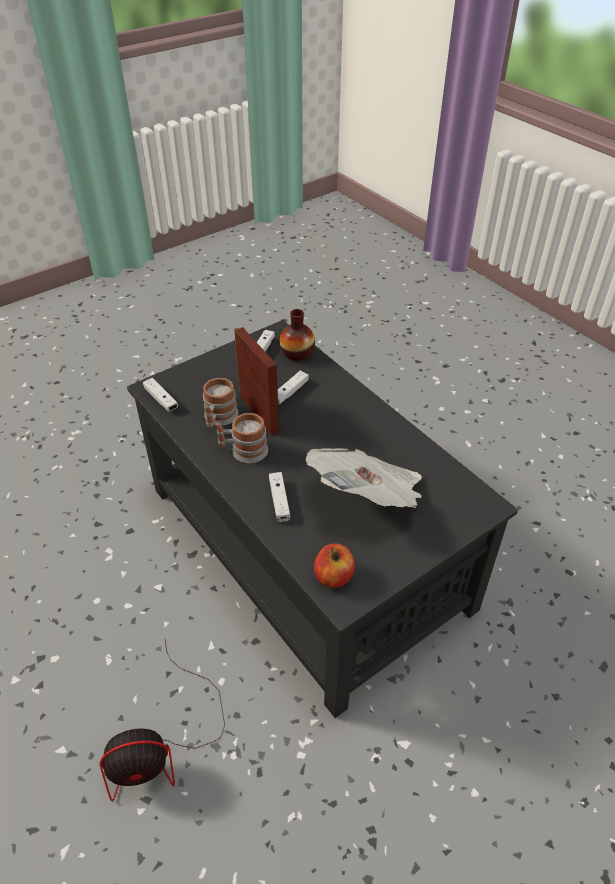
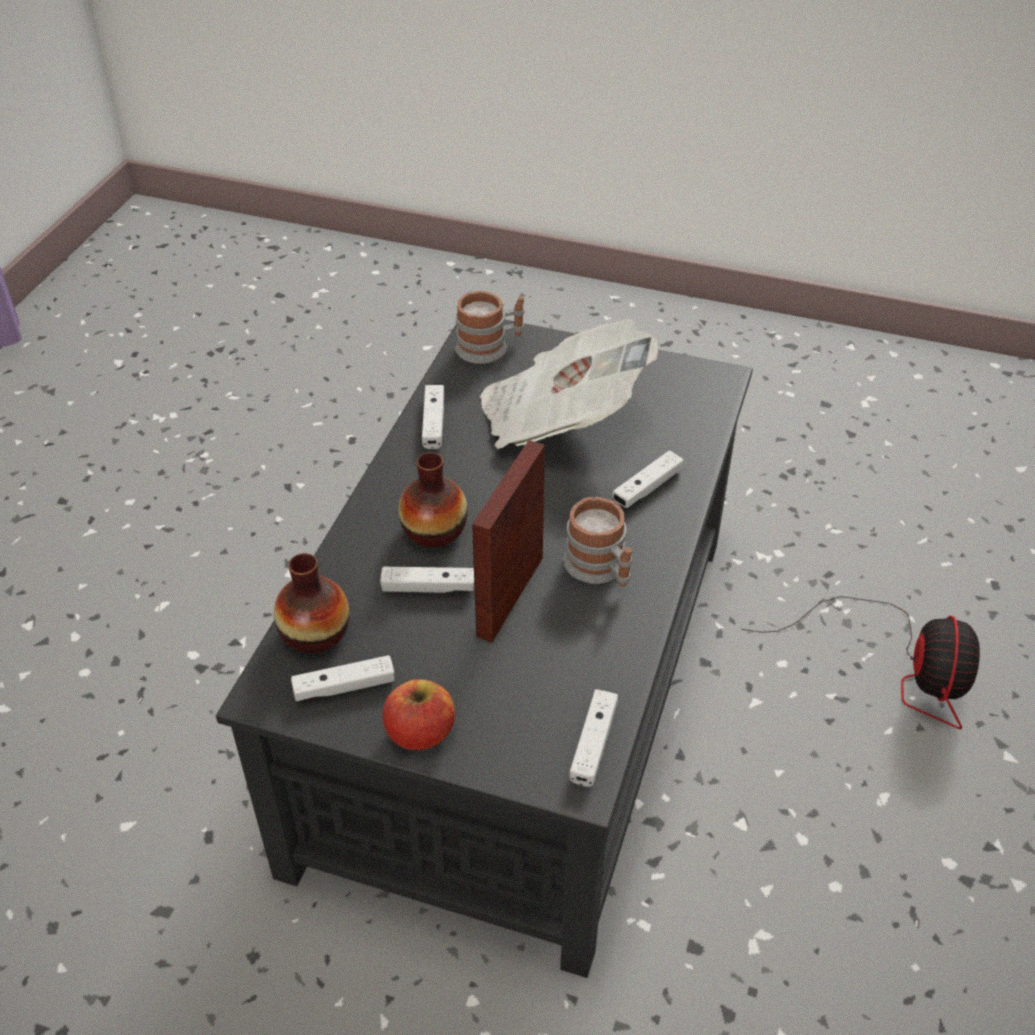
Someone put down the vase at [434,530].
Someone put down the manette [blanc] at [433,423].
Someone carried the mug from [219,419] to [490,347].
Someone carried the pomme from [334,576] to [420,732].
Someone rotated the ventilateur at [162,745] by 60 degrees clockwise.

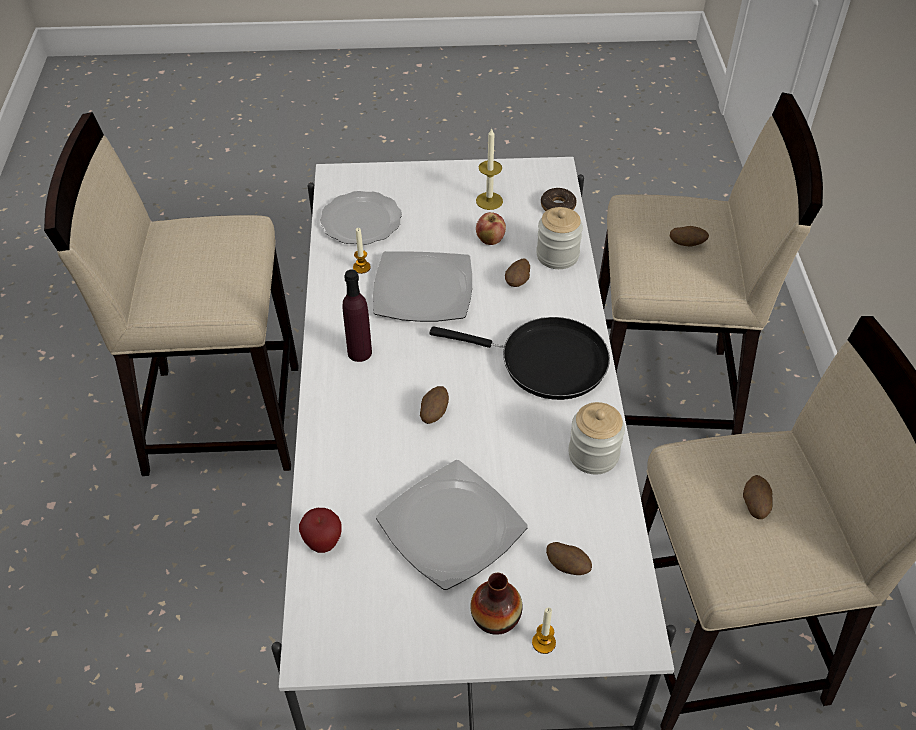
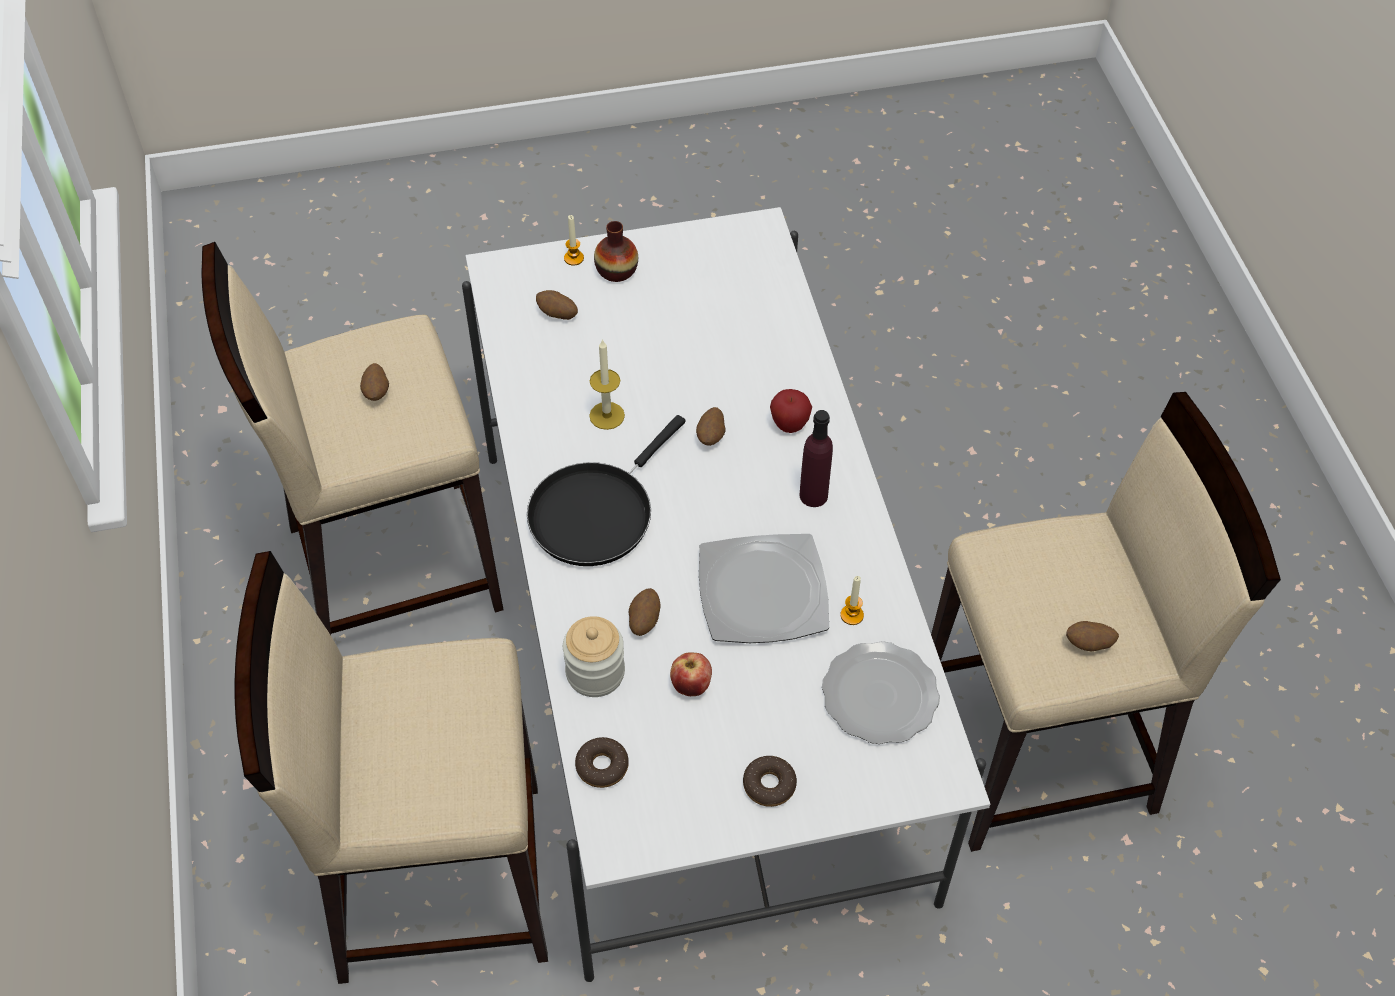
Someone took away the assiette at [450,527].
Someone took away the bocal at [593,454].
Someone put down the beignet at [769,785].
Someone carried the pomme from [323,543] to [789,425].
Someone carried the bougie from [489,201] to [607,415].
Someone carried the pomme de terre from [687,244] to [1088,644].
Someone rotated the poêle [noir] at [545,362] by 60 degrees counterclockwise.

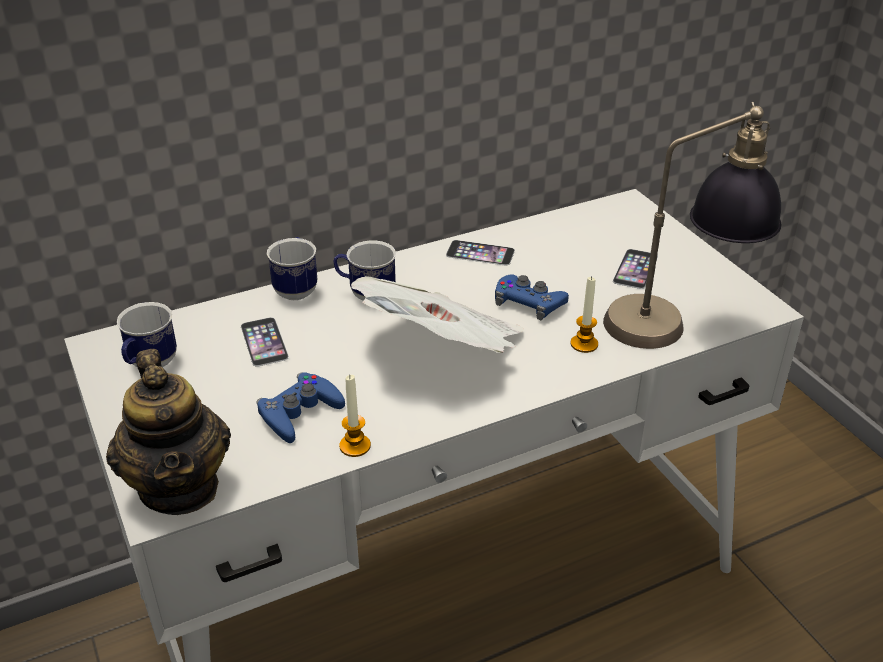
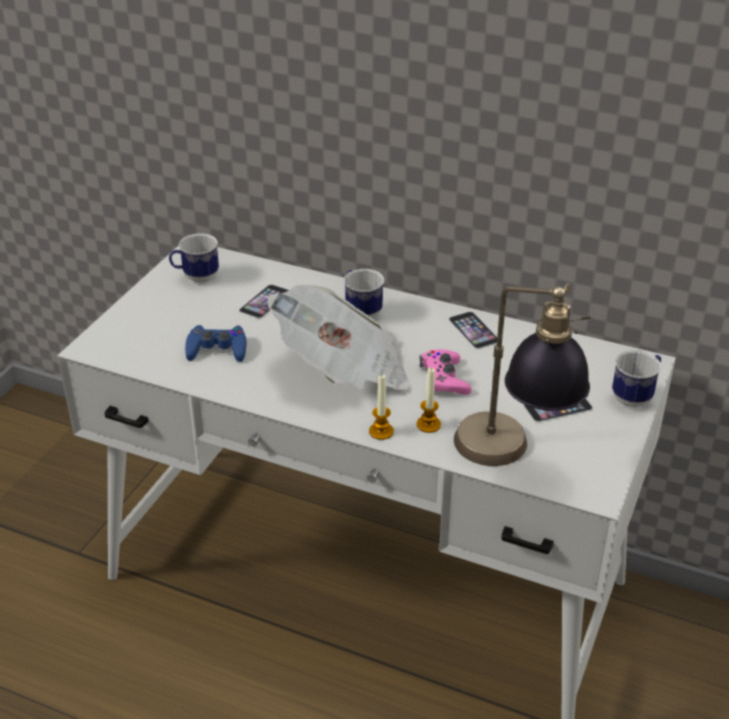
Someone took away the théière at [180,487].
Someone carried the mug from [297,288] to [635,396].
Someone carried the bougie from [355,446] to [381,431].
Someone repainted the manette [bleu] at [529,302], which became the manette [rose] at [444,379].

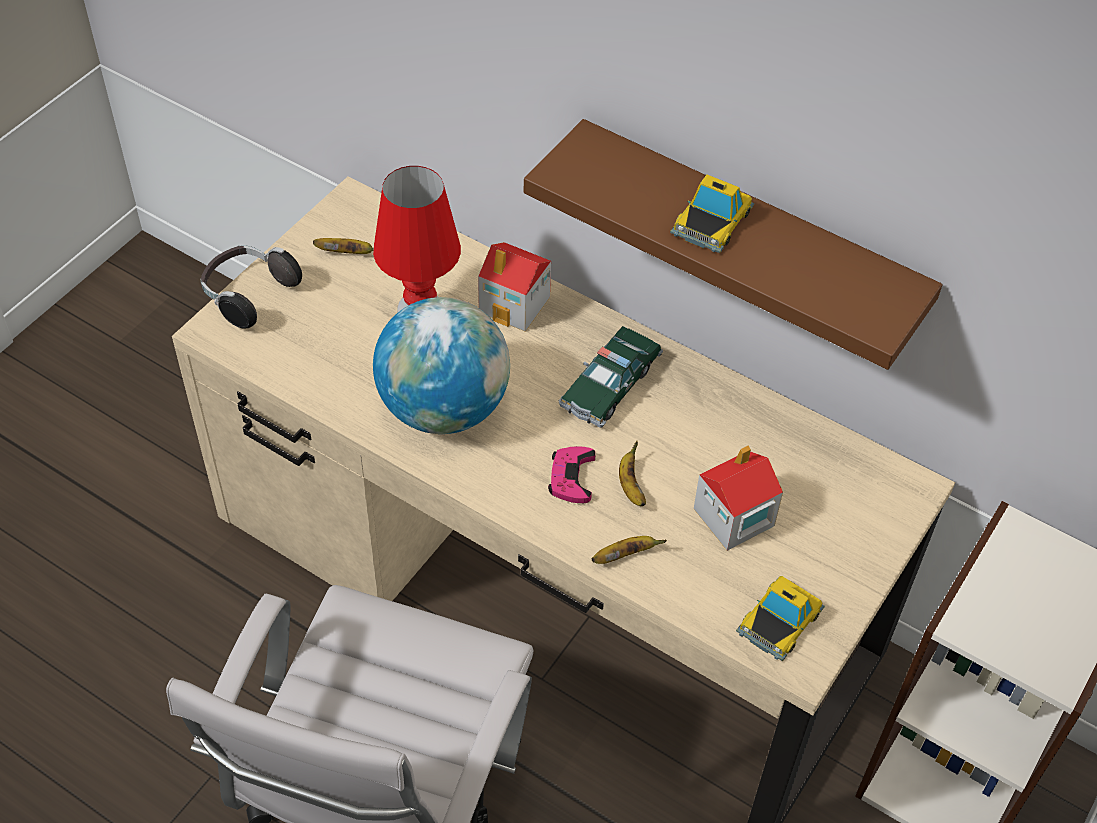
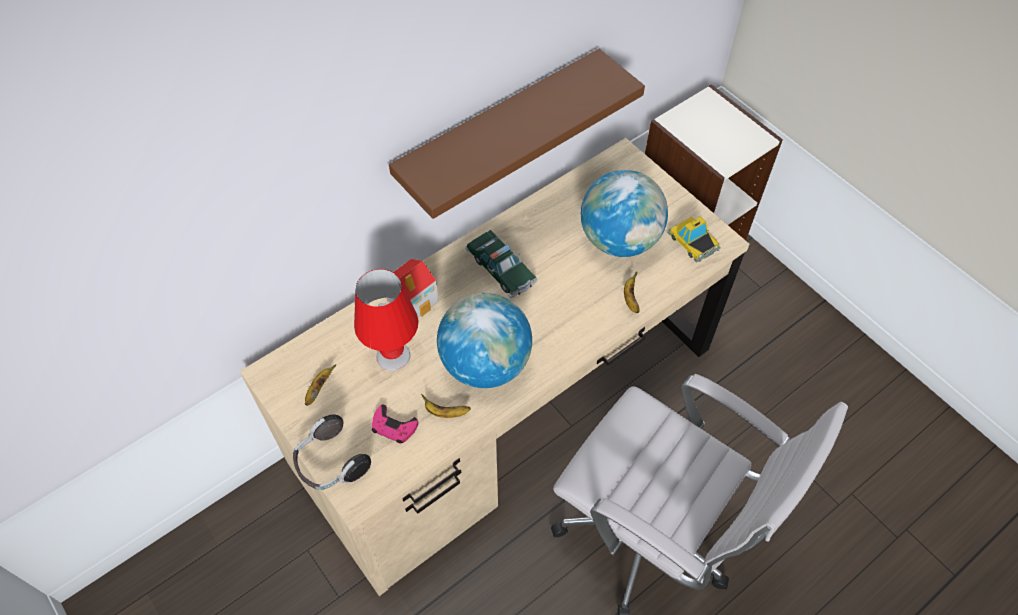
Someone took away the petite voiture at [712,220].
Someone carried the manette [rose] from [571,477] to [393,426].
Someone carried the banane from [630,486] to [445,413].
Someone swapped the maison miniature at [733,517] for the globe at [619,240].

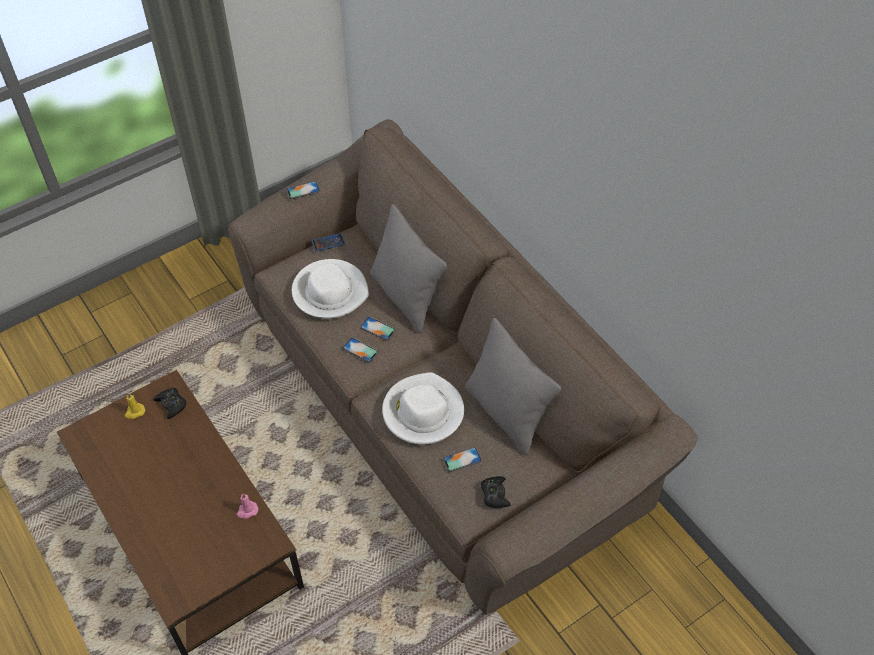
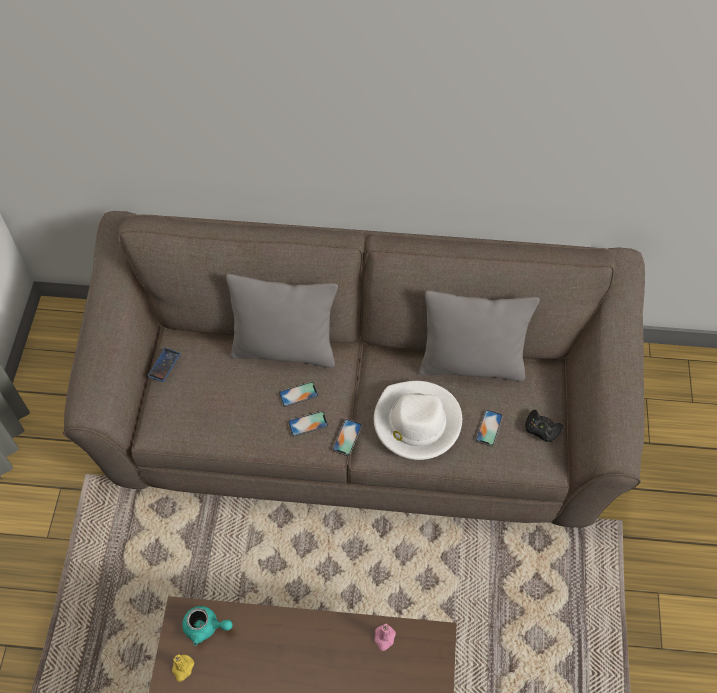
Someone took away the chapeau [blanc] at [330,291].
Someone carried the téléphone from [303,190] to [347,437].
Someone swapped the manette [noir] at [171,404] for the théière [turquoise] at [206,627].

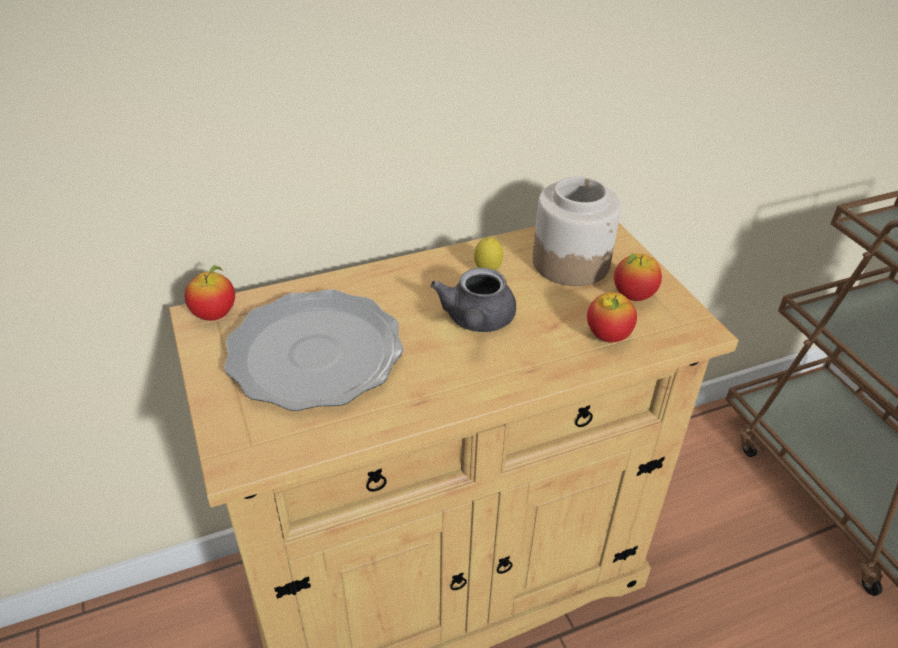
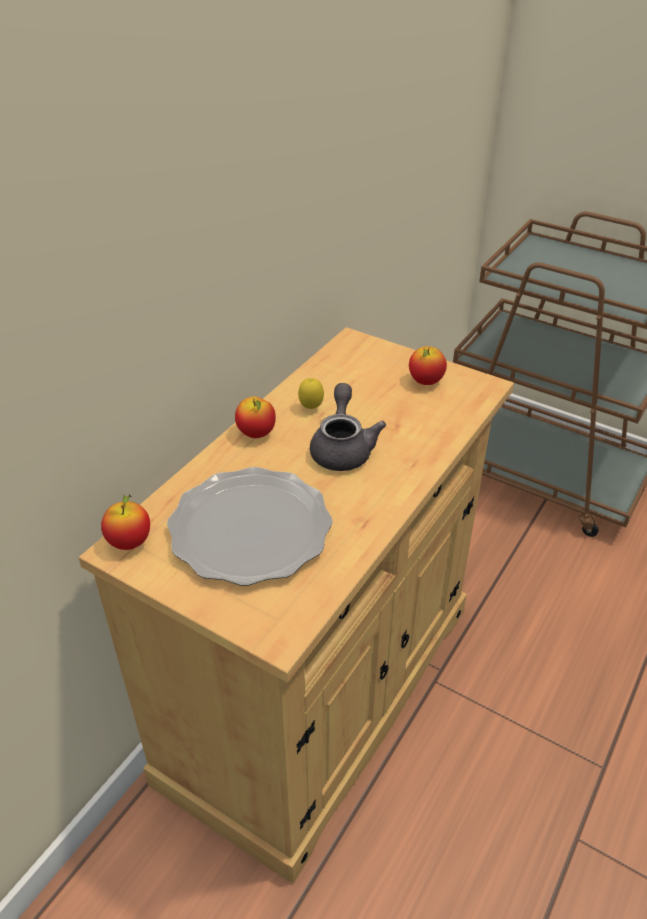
Someone took away the bocal at [571,262].
Someone carried the pomme from [607,336] to [256,434].
Someone rotated the théière [gris] at [477,322] by 150 degrees counterclockwise.

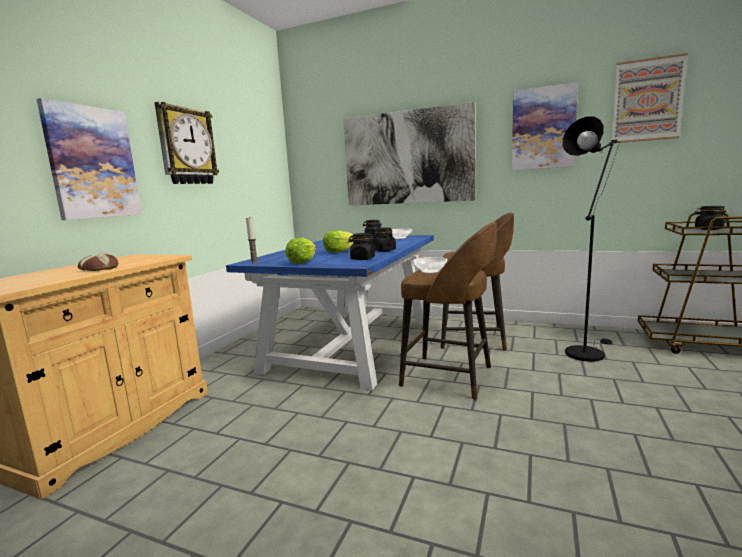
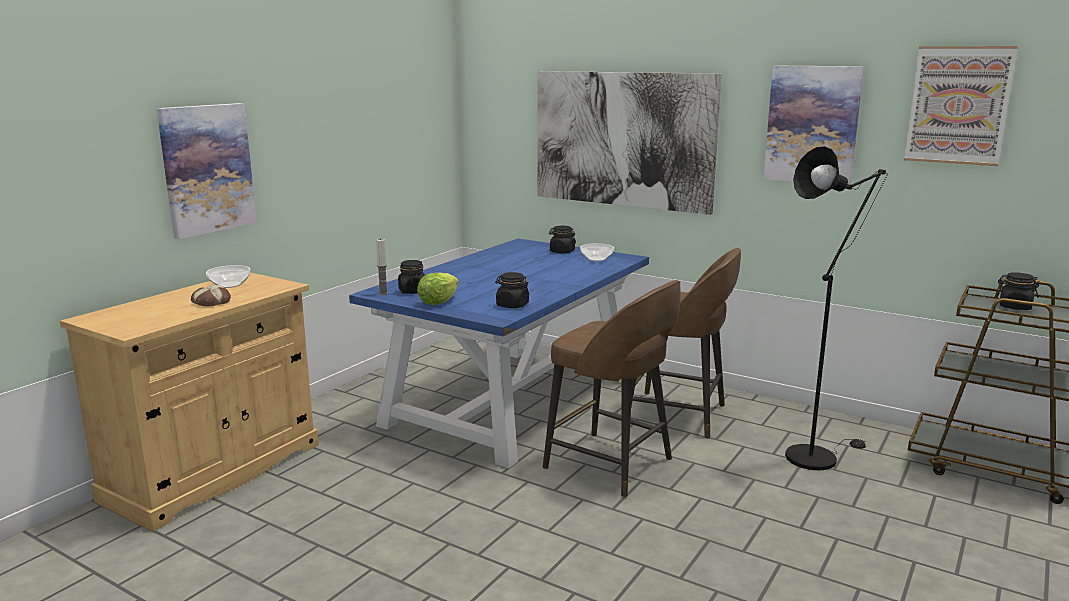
Someone took away the horloge murale at [186,146].
Someone took away the laitue at [339,252].
Someone carried the bocal [noir] from [384,250] to [412,291].
Someone carried the bol from [430,271] to [229,284].

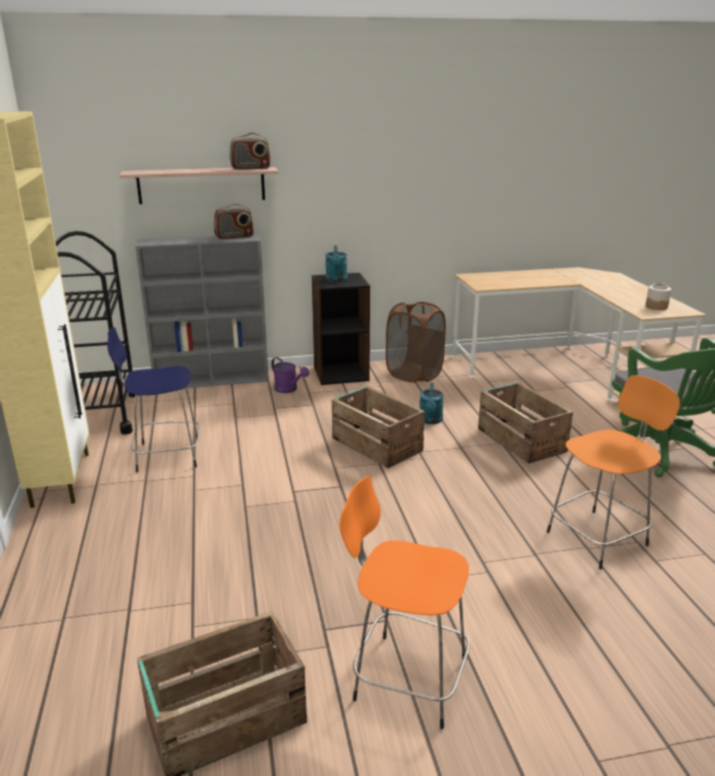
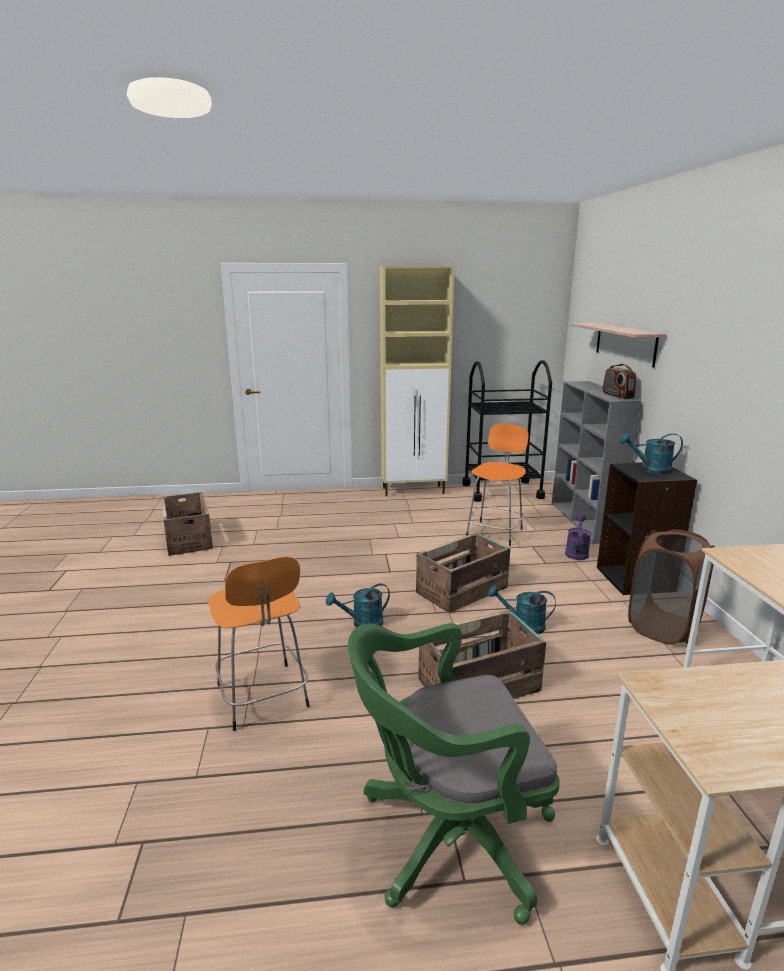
Someone took away the tabouret [bleu] at [165,455].
Someone took away the radio at [250,168].
Someone took away the bocal at [656,307].
Someone put down the arrosoir [turquoise] at [362,623].
Someone carried the tabouret [orange] from [406,678] to [495,532].
Someone rotated the arrosoir [violet] at [289,389] by 150 degrees clockwise.

